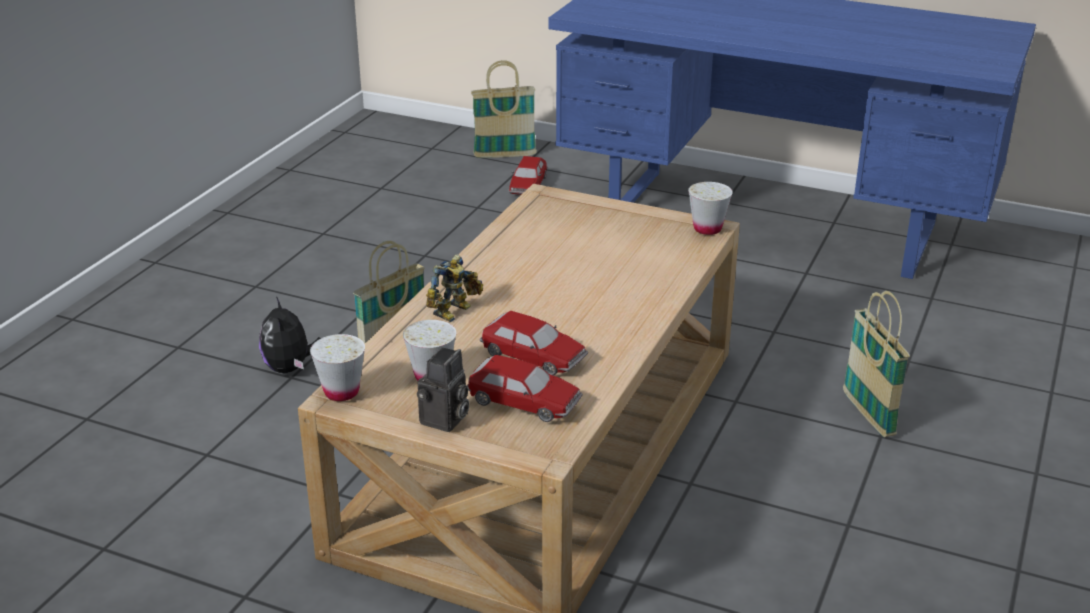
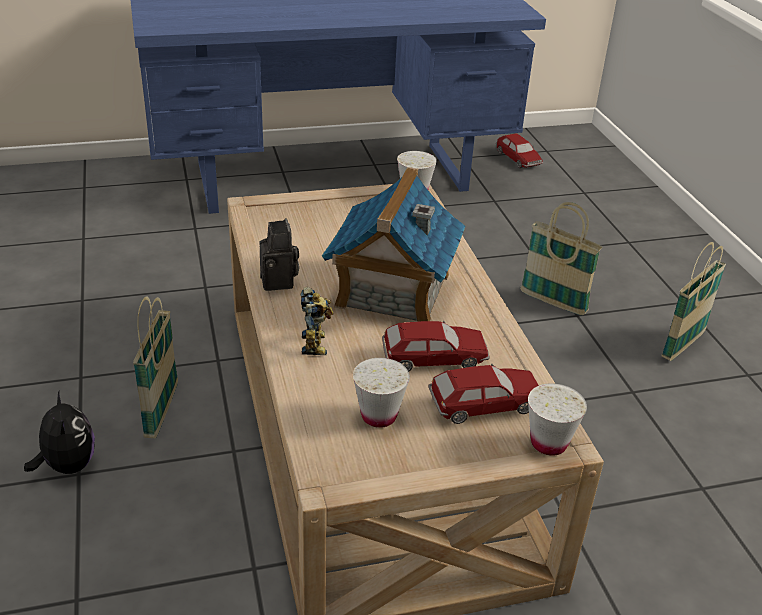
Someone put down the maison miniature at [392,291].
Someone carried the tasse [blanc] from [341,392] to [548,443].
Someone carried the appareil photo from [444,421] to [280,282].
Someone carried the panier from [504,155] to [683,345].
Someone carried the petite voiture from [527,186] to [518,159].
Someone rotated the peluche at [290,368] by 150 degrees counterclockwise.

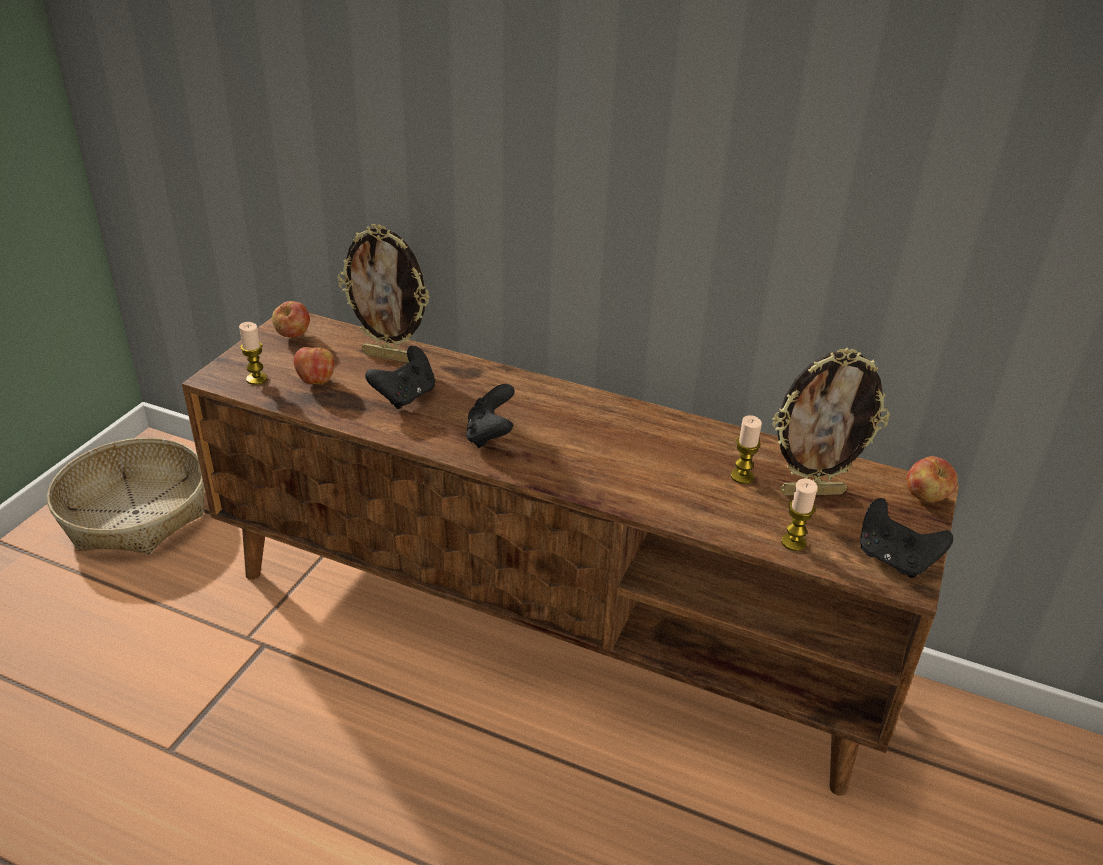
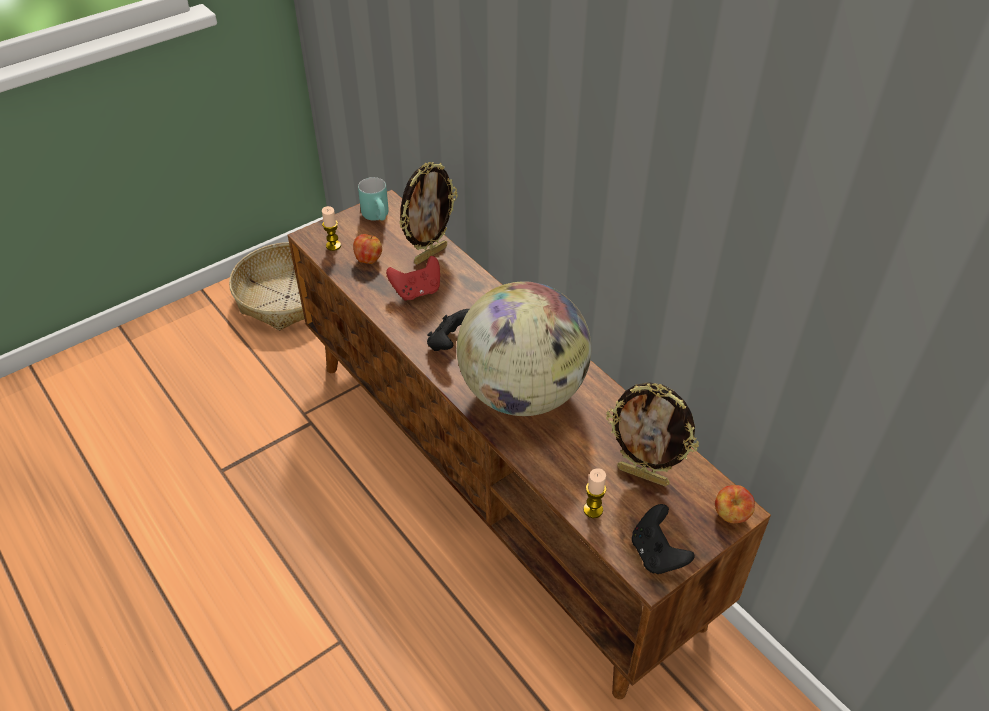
Someone took away the bougie at [742,476].
Someone put down the globe at [522,393].
Someone swapped the pomme at [293,336] for the mug [turquoise] at [379,217].
Someone repainted the manette [noir] at [405,396], which became the manette [rouge] at [417,291].
Someone rotated the cadre photo at [390,357] by 90 degrees counterclockwise.

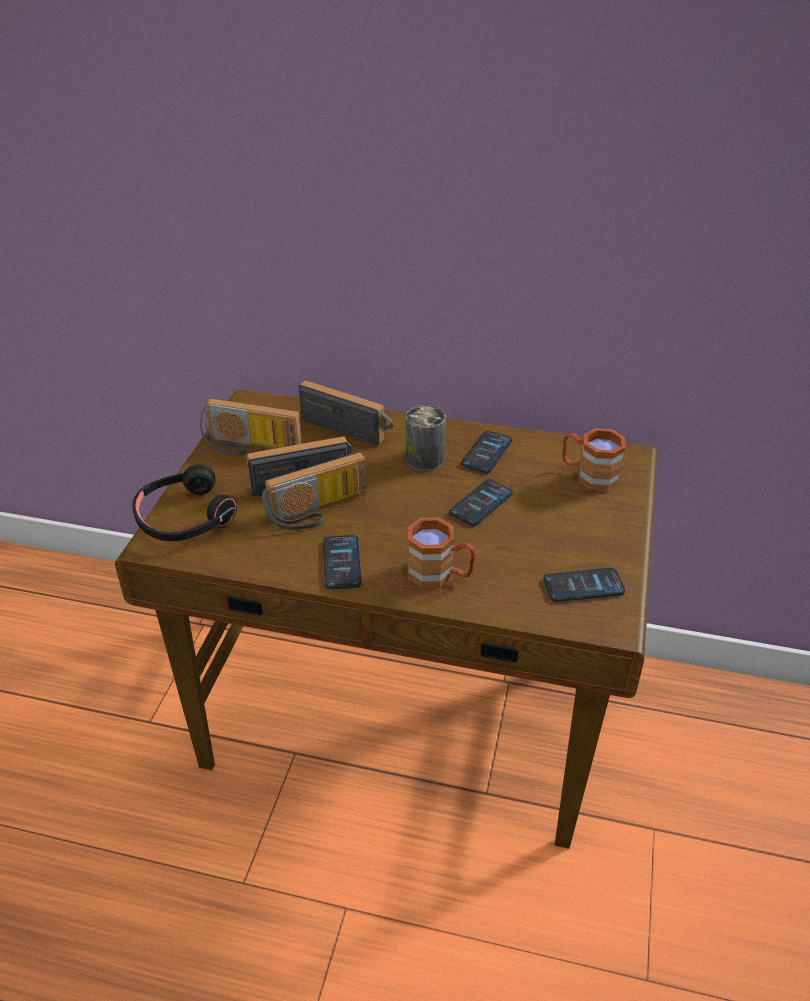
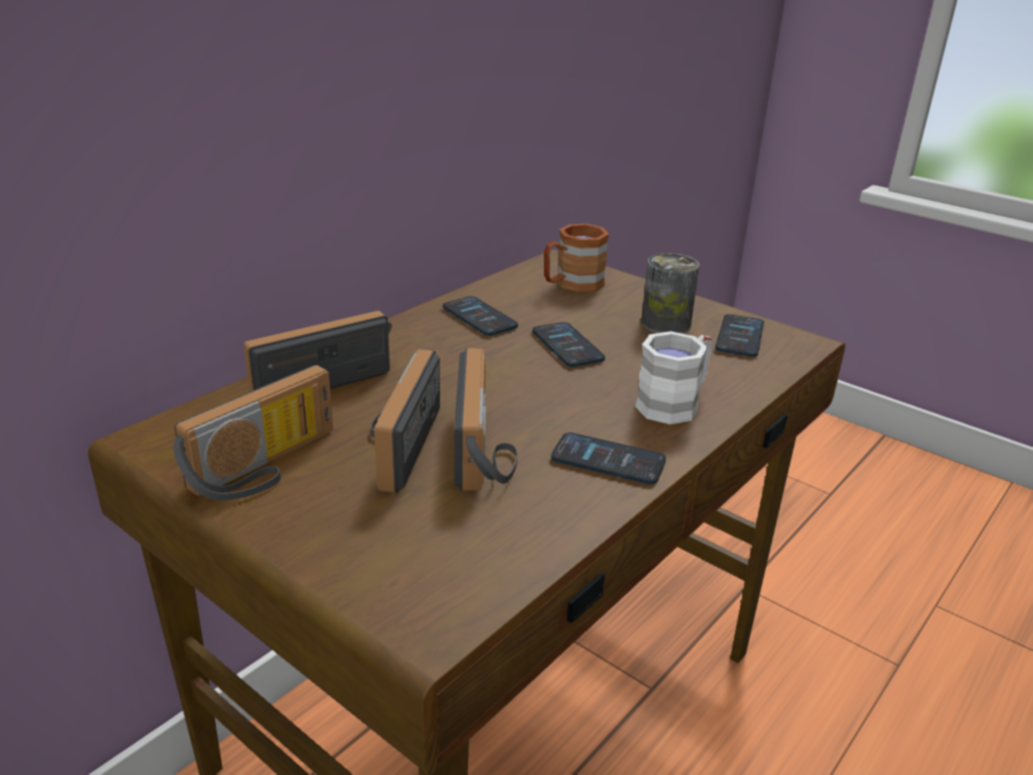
Someone took away the casque audio [noir] at [184,517].
Someone carried the boîte métallique from [424,459] to [665,324].
Someone repainted the mug [marron] at [440,575], which became the mug [blanc] at [675,403].

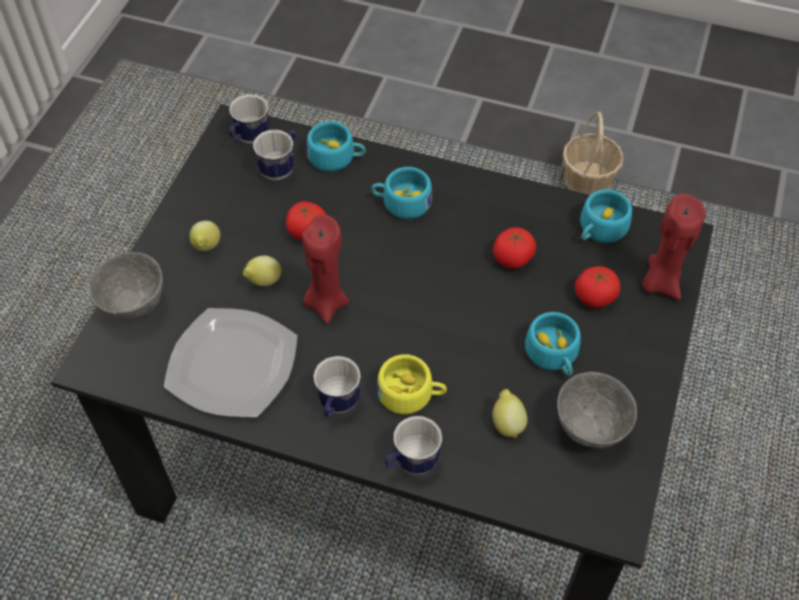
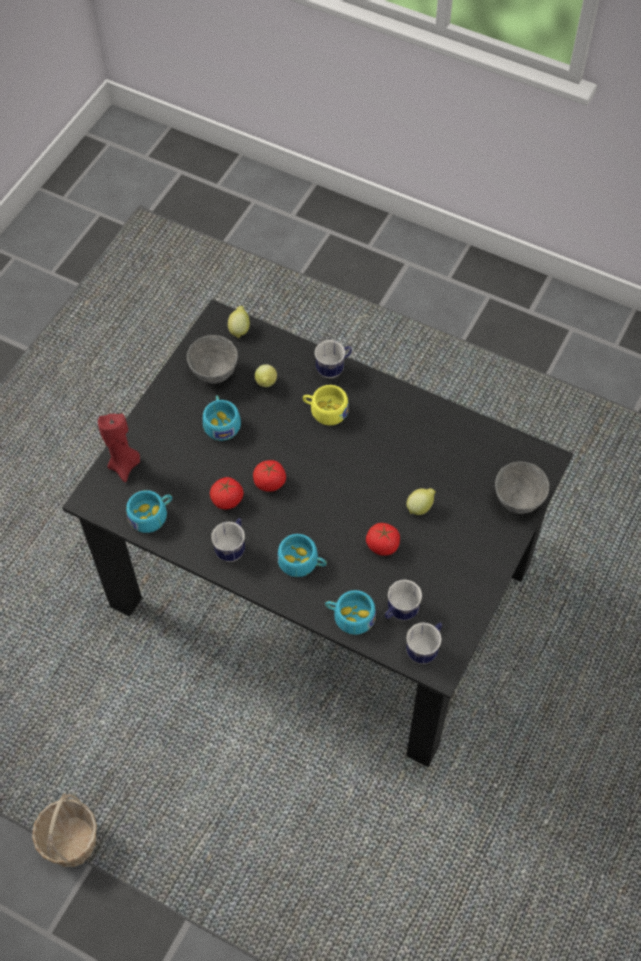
Someone took away the assiette at [231,365].
Someone took away the bougie [rouge] at [326,302].
Someone carried the citron from [207,248] to [239,329].
Someone carried the mug from [337,405] to [232,547].
Someone carried the tomate from [594,297] to [270,482].

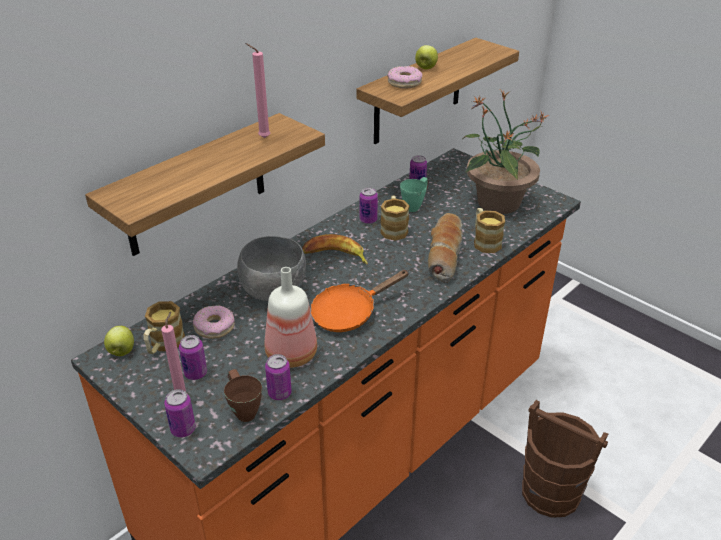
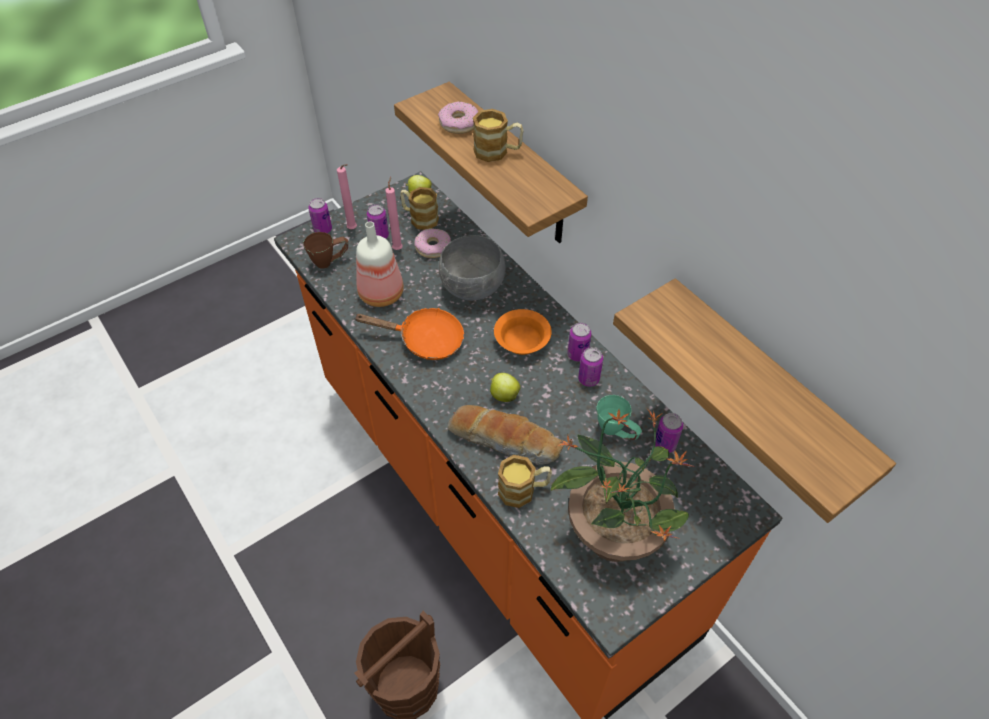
Someone carried the bougie [rose] from [262,138] to [398,248].
Someone carried the boîte métallique from [279,393] to [577,354].
Someone carried the mug from [393,229] to [498,152].
Someone carried the beignet from [404,83] to [459,123].
Someone carried the pomme from [426,68] to [503,395].
Someone swapped the banane at [335,256] for the bol [orange] at [521,340].
Someone rotated the poêle [orange] at [349,313] by 120 degrees clockwise.

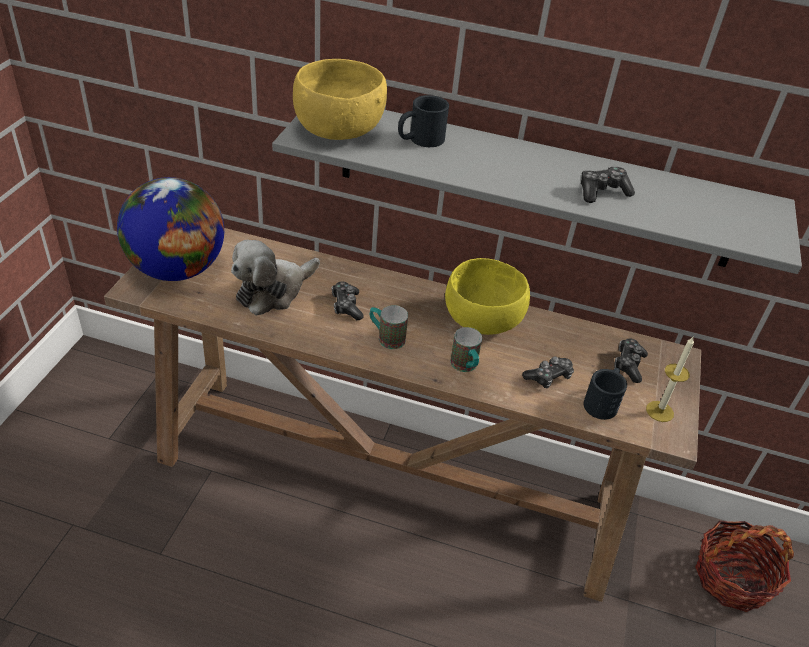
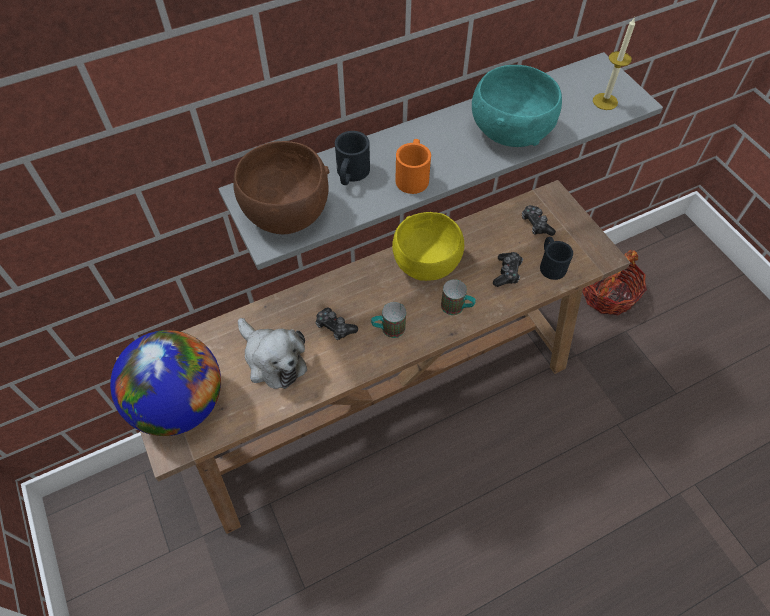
Someone put down the mug [orange] at [413,175].
Someone carried the bougie from [659,411] to [605,101].
Someone swapped the manette at [602,192] for the bol [turquoise] at [509,131].
Someone repainted the bol [jaune] at [338,131], which became the bol [marron] at [286,212].
Someone rotated the peluche at [273,291] by 45 degrees counterclockwise.

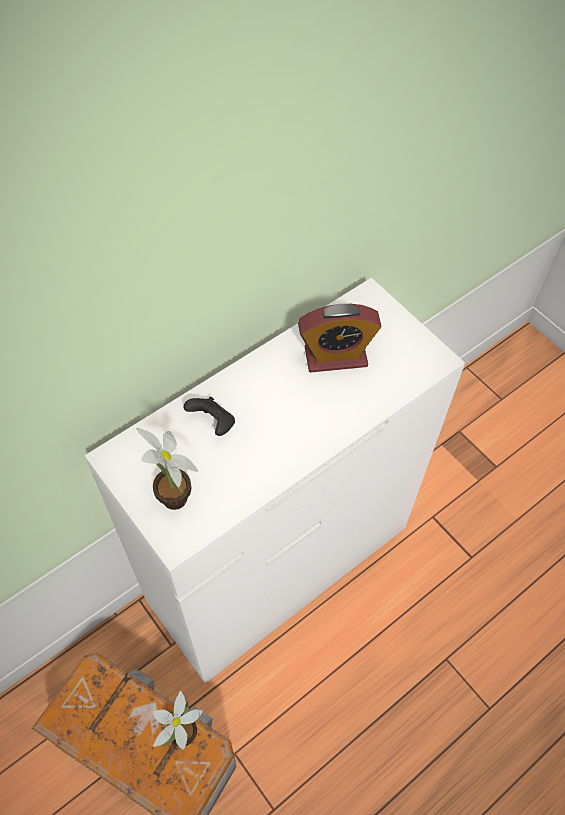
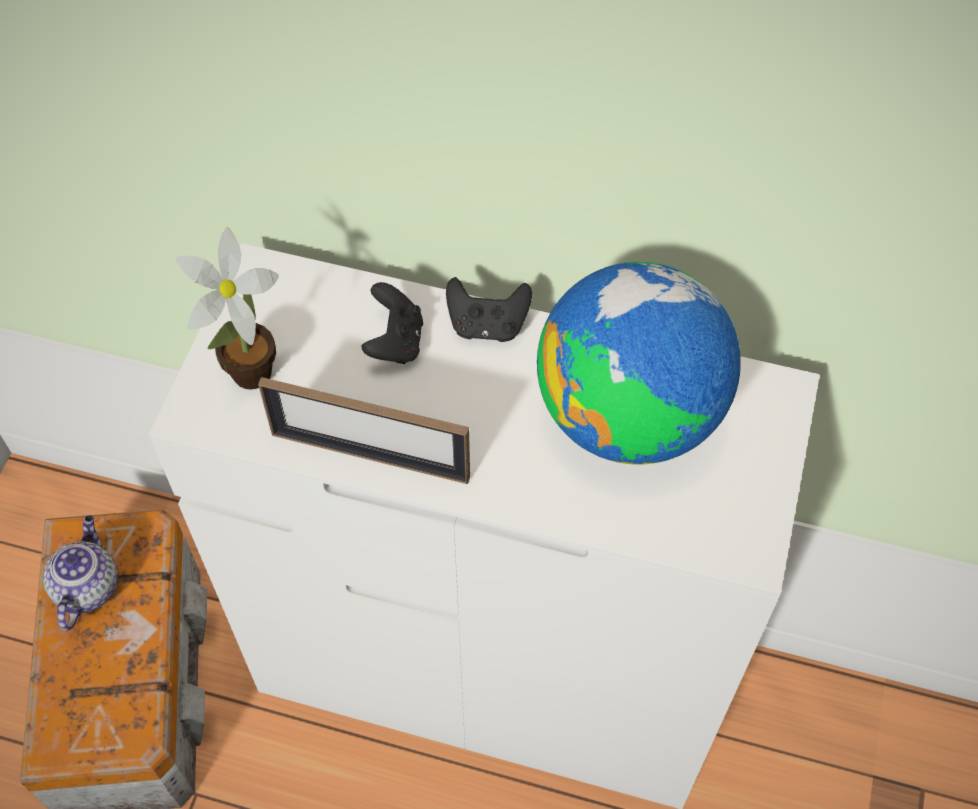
Someone took away the plante en pot at [180,736].
Someone put down the théière at [87,587].
Someone put down the cadre photo at [370,455].
Someone put down the manette [noir] at [487,325].
Someone swapped the réveil at [335,357] for the globe at [629,416].

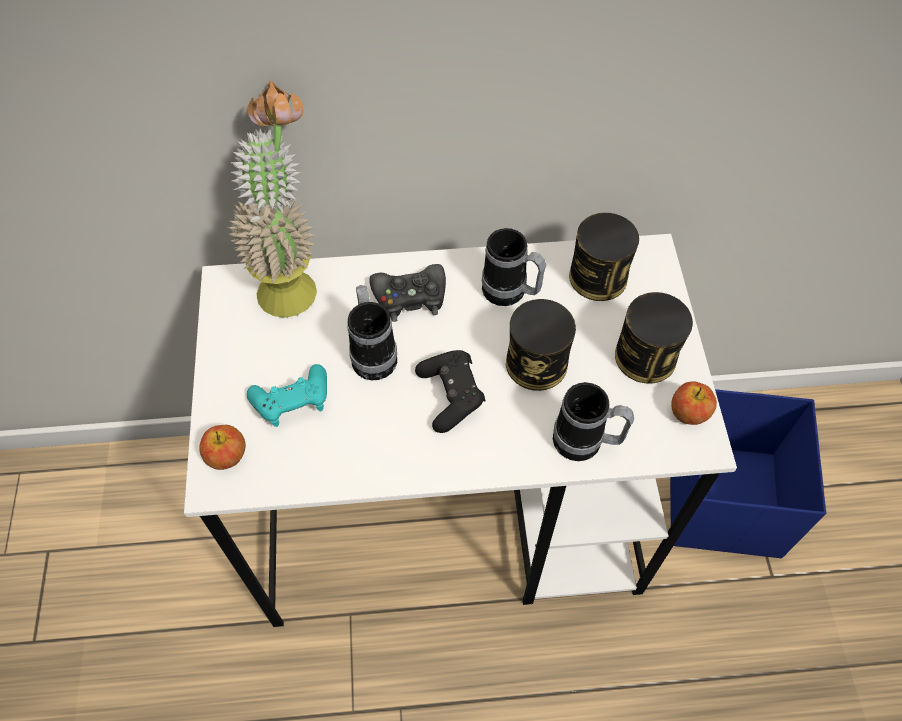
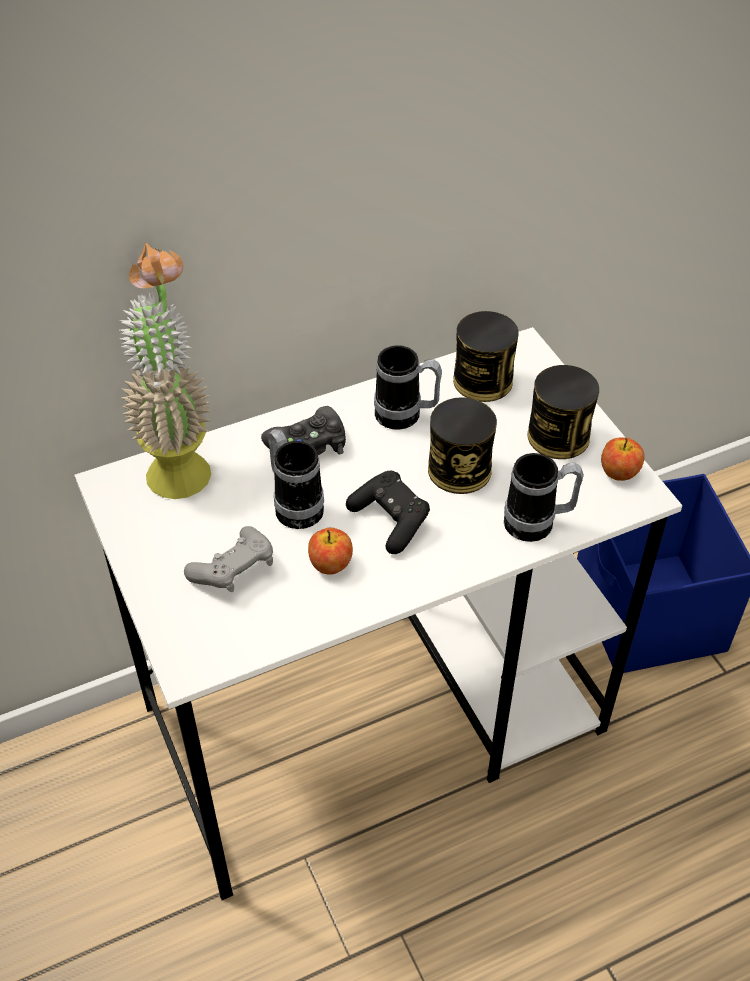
Someone carried the pomme from [227,456] to [331,564].
Someone repainted the manette [turquoise] at [293,403], which became the manette [gris] at [234,571].

